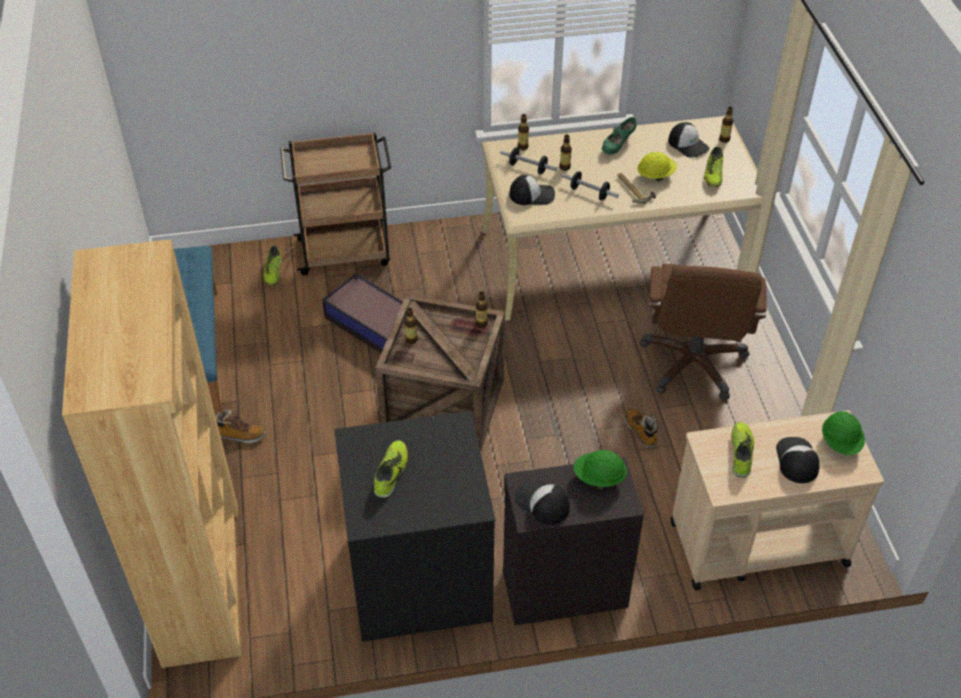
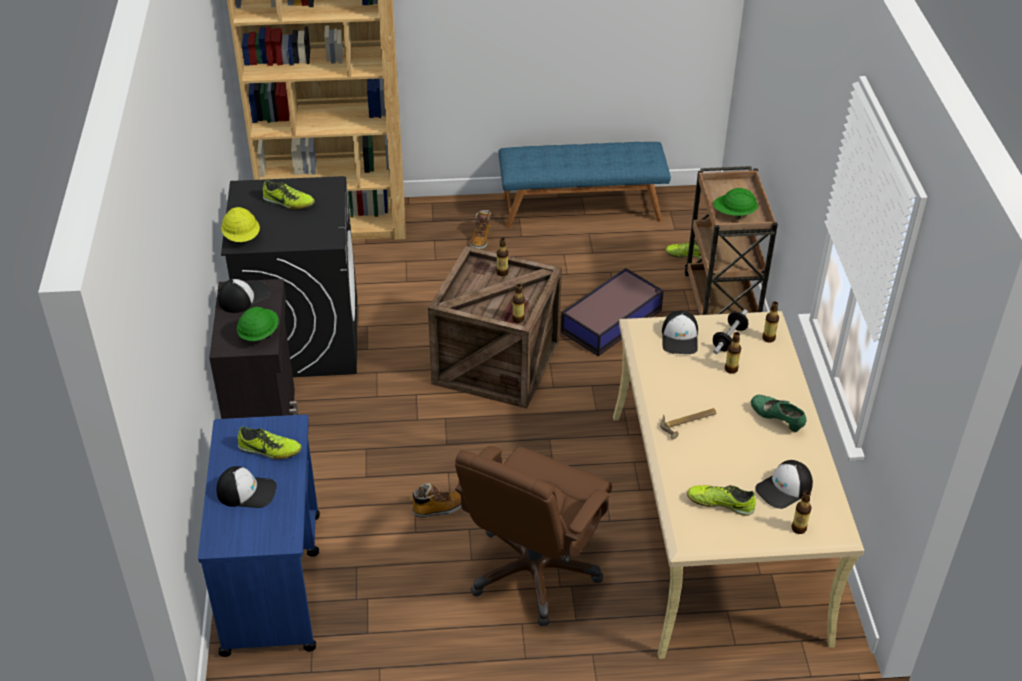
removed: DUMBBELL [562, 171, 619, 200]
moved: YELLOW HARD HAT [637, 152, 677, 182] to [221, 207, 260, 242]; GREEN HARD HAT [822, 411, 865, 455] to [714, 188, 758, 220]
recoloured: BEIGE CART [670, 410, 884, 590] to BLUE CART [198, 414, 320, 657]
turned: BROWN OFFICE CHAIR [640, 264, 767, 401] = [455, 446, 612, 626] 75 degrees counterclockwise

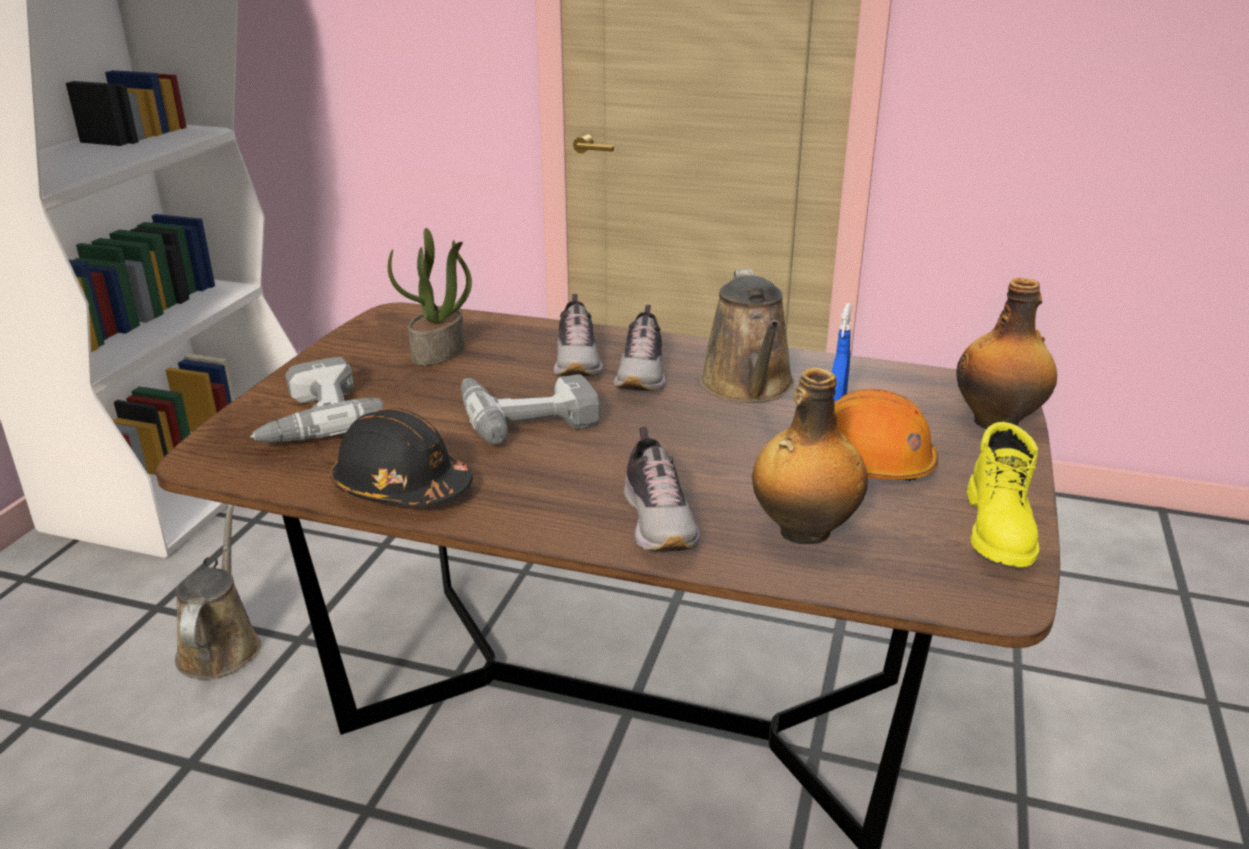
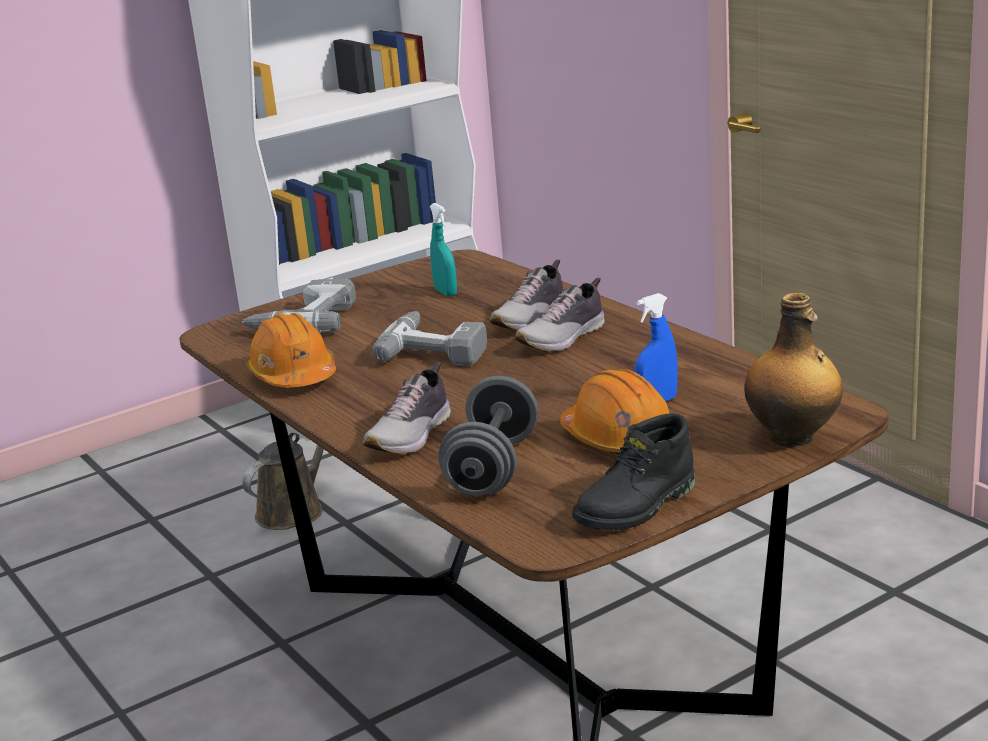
removed: BROWN WATERING CAN [700, 269, 794, 403]
replaced: POTTED PLANT [388, 228, 472, 366] to TURQUOISE SPRAY BOTTLE [430, 203, 457, 296]; BOTTLE [752, 368, 868, 544] to GREY DUMBBELL [438, 376, 539, 496]
recoloured: BLACK HARD HAT [331, 408, 473, 507] to ORANGE HARD HAT [246, 313, 336, 388]; YELLOW BOOT [967, 422, 1039, 567] to BLACK BOOT [572, 413, 695, 530]

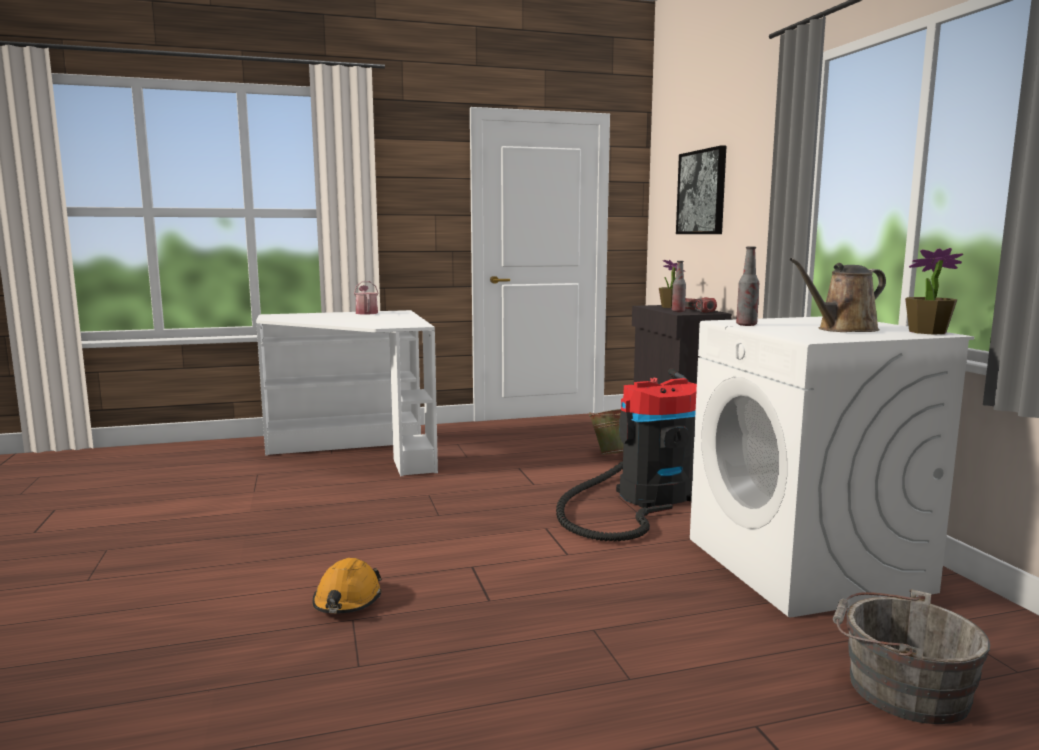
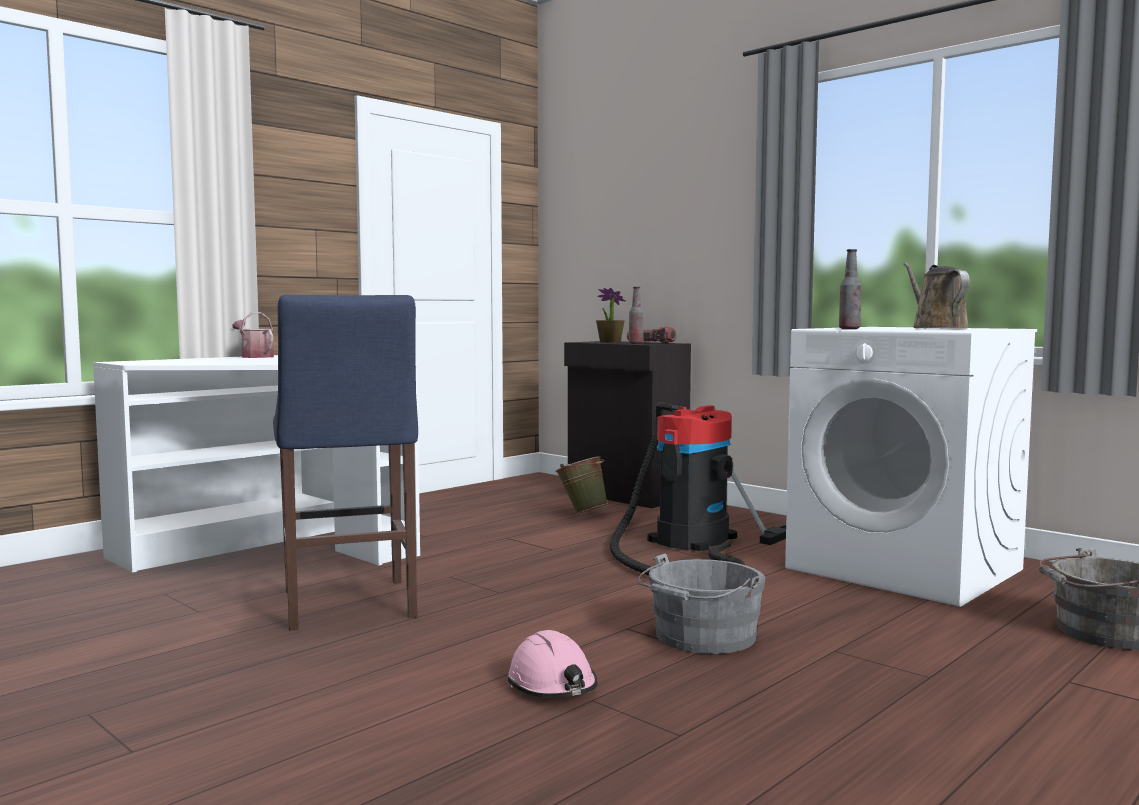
removed: PICTURE [676, 145, 726, 234]; POTTED PLANT [905, 248, 964, 334]
added: BLUE STOOL [273, 294, 418, 631]; GREY BUCKET [638, 553, 765, 654]
recoloured: ORANGE HARD HAT [312, 558, 382, 613] to PINK HARD HAT [508, 630, 598, 698]
turned: BROWN WATERING CAN [789, 258, 886, 332] = [904, 262, 970, 329] 135 degrees clockwise

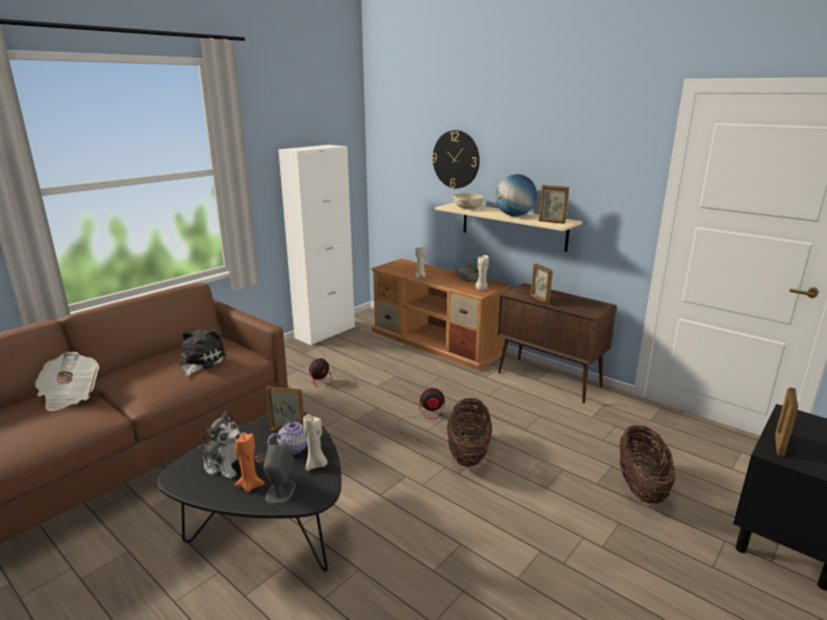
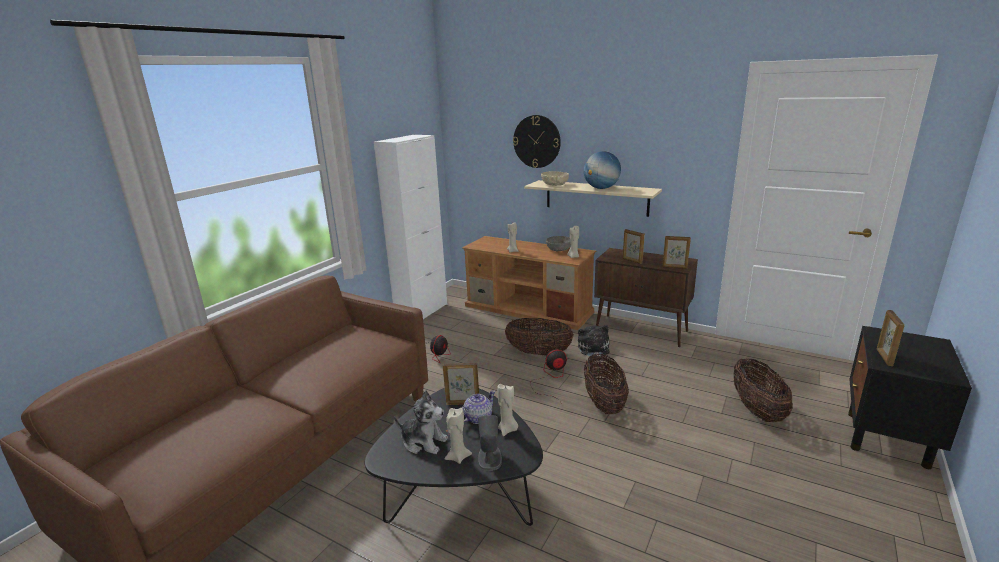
removed: NEWSPAPER [35, 352, 99, 411]
added: BASKET [505, 318, 574, 355]
moved: PLUSH TOY [179, 329, 226, 376] to [578, 325, 610, 361]; PICTURE FRAME [539, 185, 569, 224] to [663, 236, 691, 269]
recoloured: ORANGE CANDLE [235, 432, 265, 492] to BEIGE CANDLE [445, 408, 472, 464]

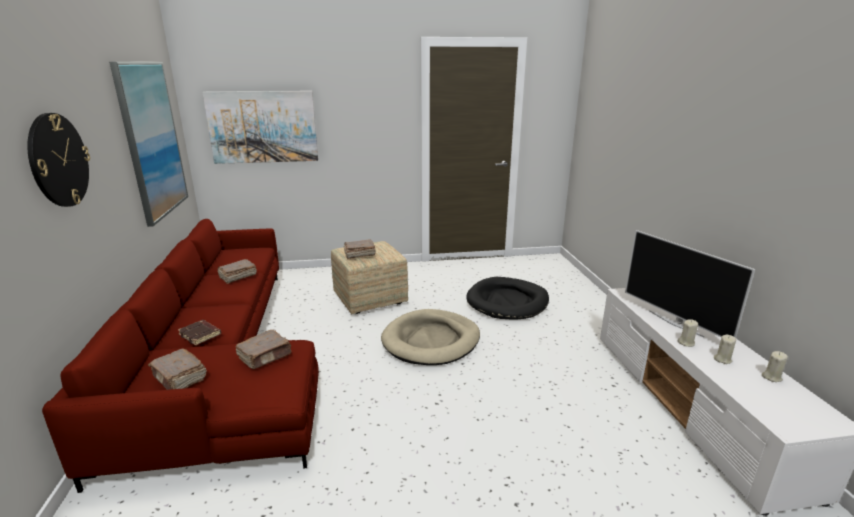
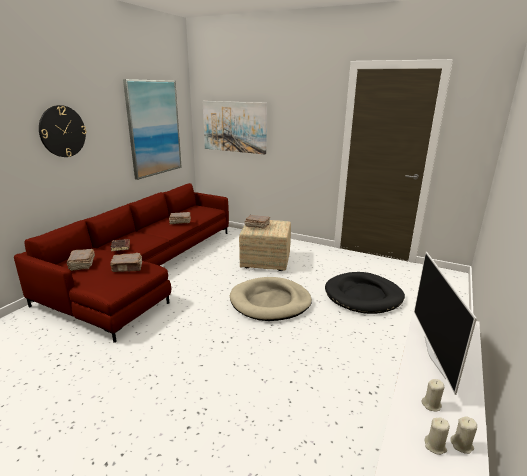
moved: BEIGE CANDLE [678, 320, 698, 347] to [424, 418, 450, 455]

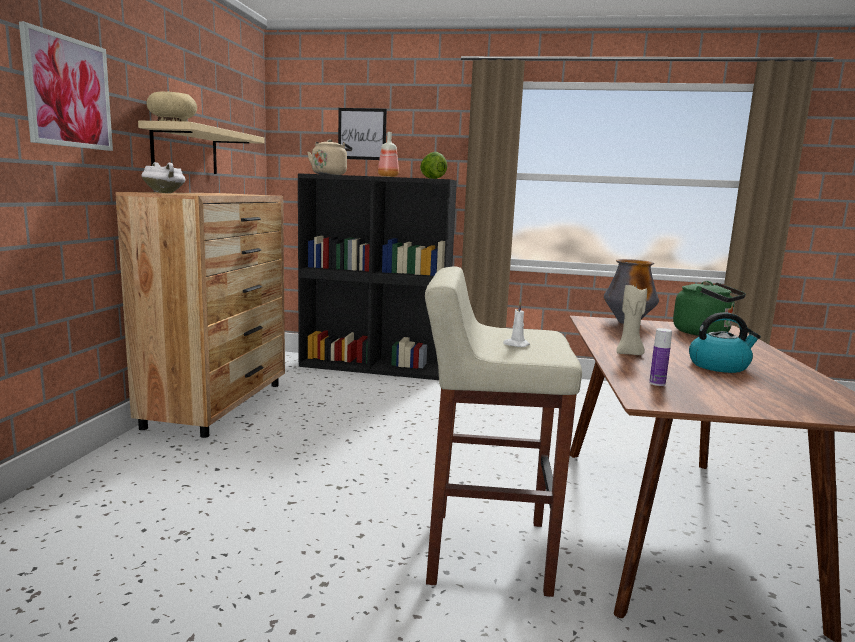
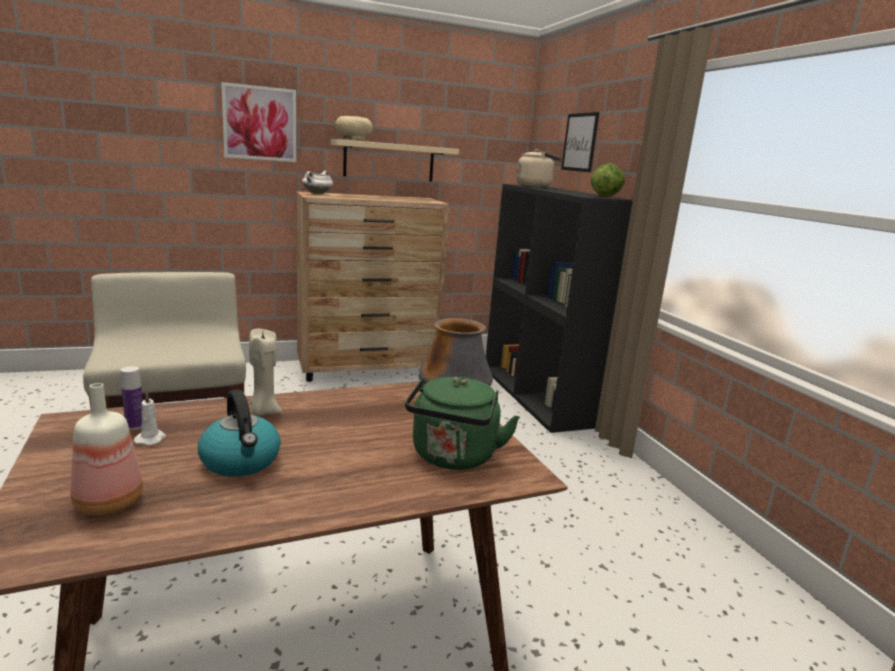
moved: BOTTLE [378, 132, 399, 177] to [70, 383, 143, 515]; WHITE CANDLE [503, 302, 530, 347] to [134, 391, 166, 446]

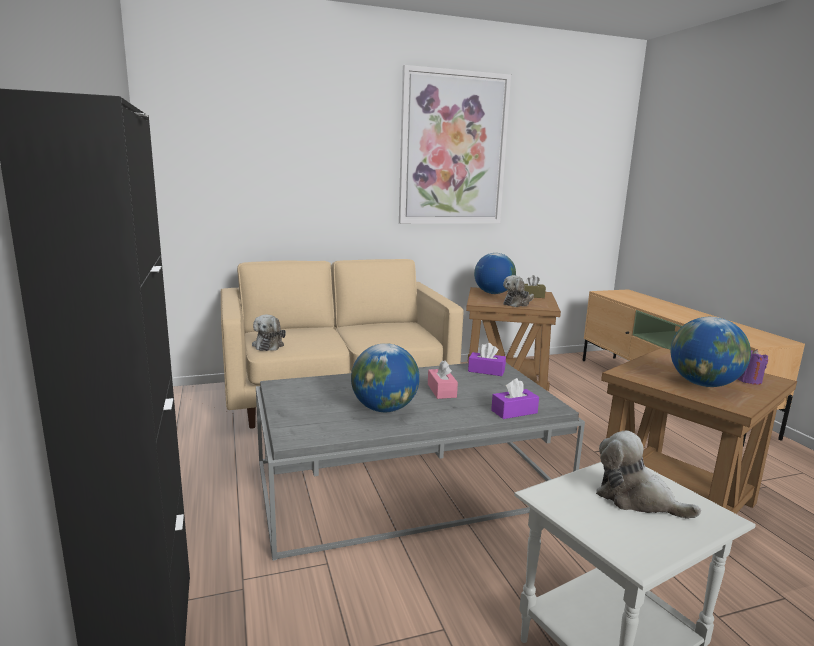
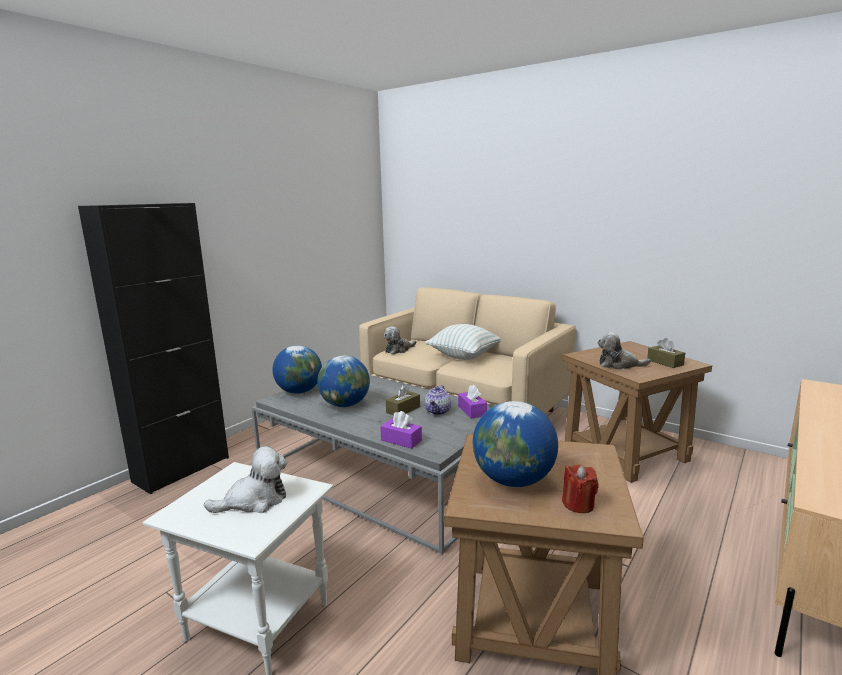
removed: PICTURE [399, 65, 511, 224]
added: TEAPOT [424, 385, 451, 415]; PILLOW [425, 324, 501, 360]
moved: GLOBE [474, 253, 516, 294] to [272, 345, 322, 394]
recoloured: PINK TISSUE BOX [428, 361, 458, 399] to BROWN TISSUE BOX [386, 384, 420, 415]; PURPLE CANDLE [738, 349, 768, 385] to RED CANDLE [562, 464, 599, 513]
turned: PLUSH TOY [596, 431, 701, 519] = [204, 446, 288, 513] 60 degrees clockwise

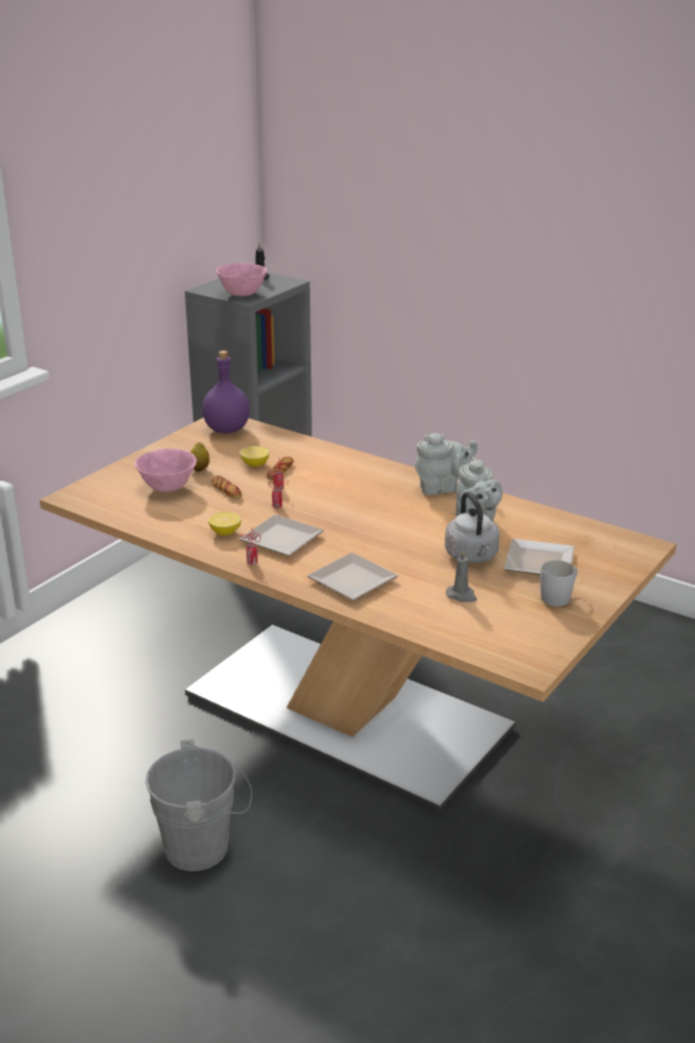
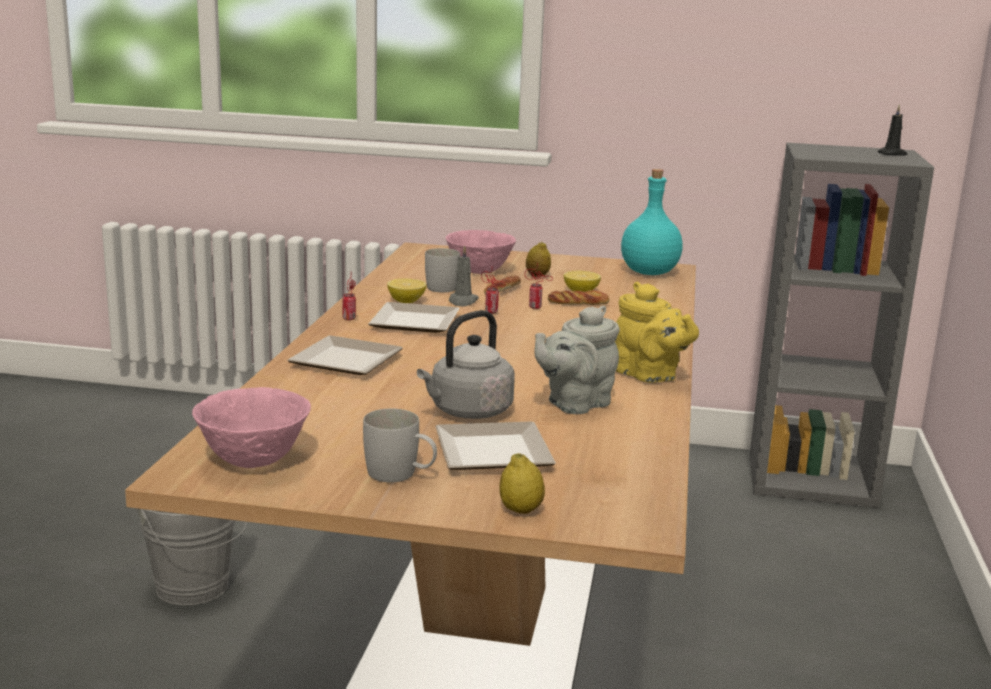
added: WHITE MUG [425, 248, 460, 292]; LEMON [499, 453, 545, 514]
moved: PINK BOWL [216, 263, 267, 296] to [192, 387, 311, 468]; GREY CANDLE [446, 549, 477, 602] to [449, 245, 479, 307]
recoloured: PURPLE BOTTLE [202, 351, 250, 433] to TURQUOISE BOTTLE [621, 169, 683, 275]; GREY TEAPOT [415, 433, 478, 495] to YELLOW TEAPOT [615, 281, 699, 383]

